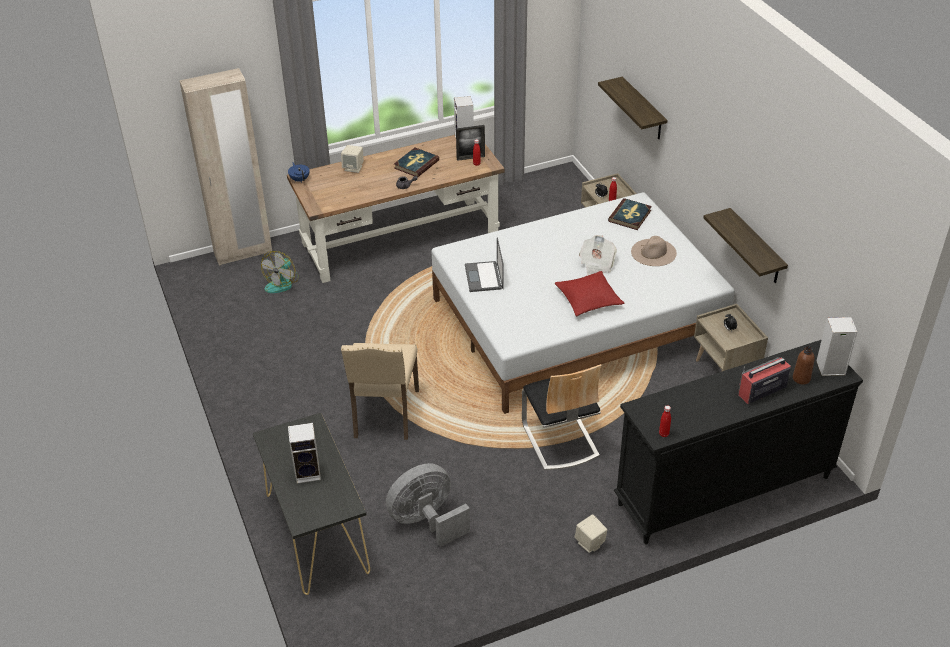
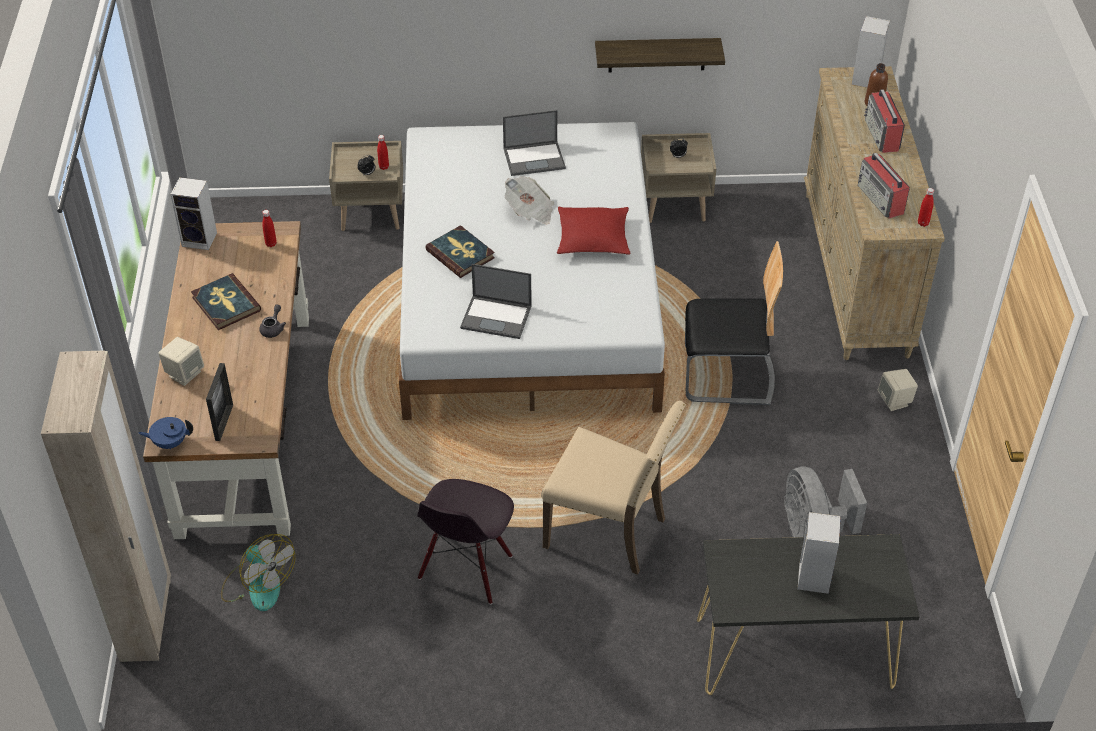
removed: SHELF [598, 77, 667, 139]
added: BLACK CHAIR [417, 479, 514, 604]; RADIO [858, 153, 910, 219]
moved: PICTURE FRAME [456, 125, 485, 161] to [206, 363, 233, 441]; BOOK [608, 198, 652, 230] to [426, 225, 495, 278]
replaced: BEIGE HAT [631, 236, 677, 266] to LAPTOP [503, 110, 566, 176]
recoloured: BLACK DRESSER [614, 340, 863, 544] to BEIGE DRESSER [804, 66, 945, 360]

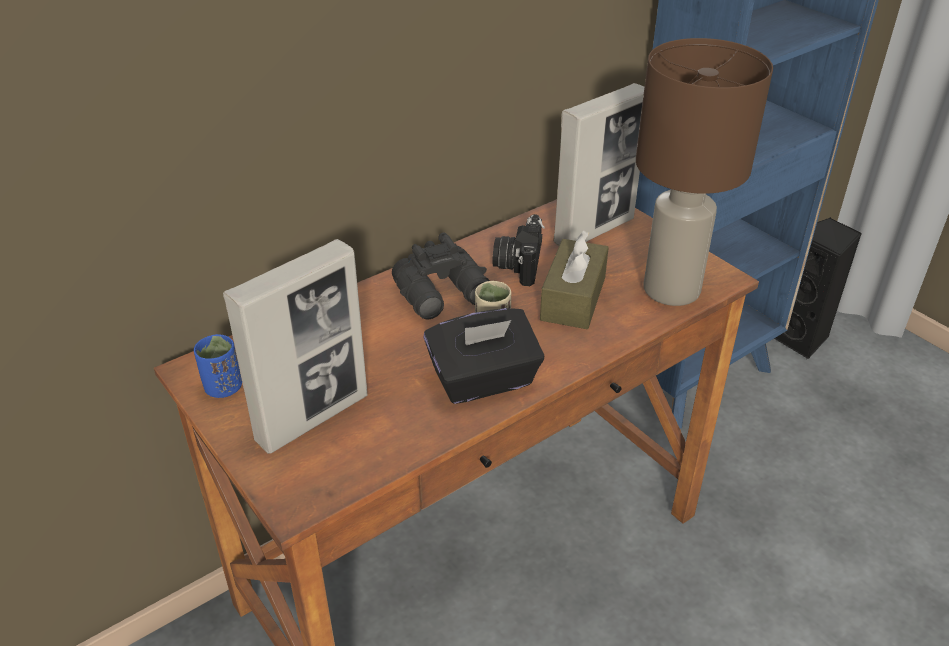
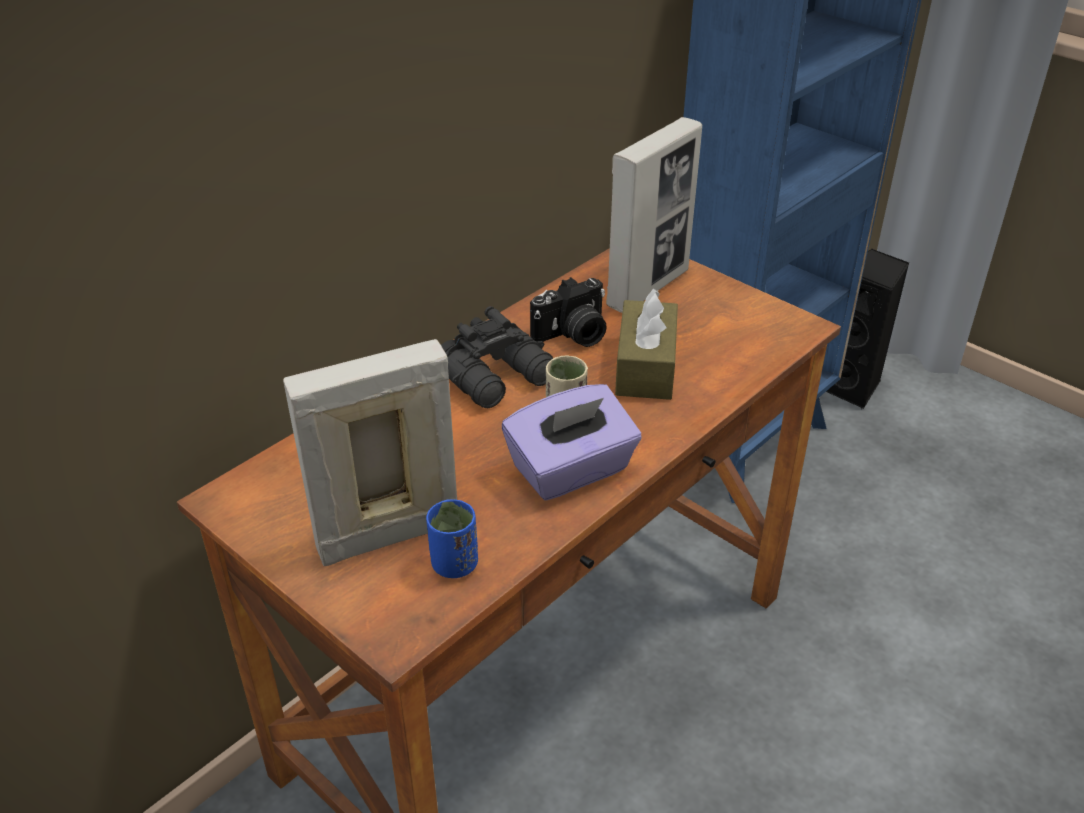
removed: BROWN TABLE LAMP [636, 38, 773, 306]
moved: BLUE CUP [194, 334, 242, 398] to [426, 499, 478, 578]
recoloured: BLACK TISSUE BOX [423, 308, 544, 404] to PURPLE TISSUE BOX [502, 384, 642, 500]
turned: PICTURE FRAME [223, 239, 367, 454] = [283, 339, 457, 566] 150 degrees counterclockwise; PHOTO CAMERA [492, 214, 545, 286] = [530, 277, 607, 347] 120 degrees counterclockwise

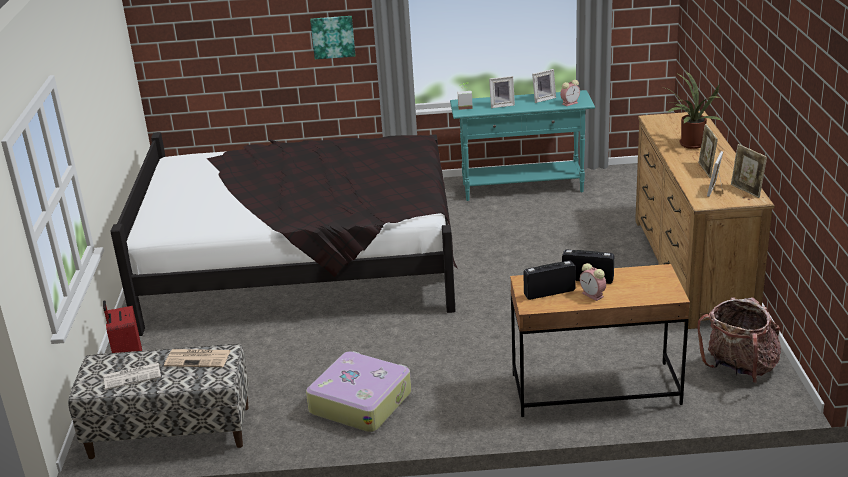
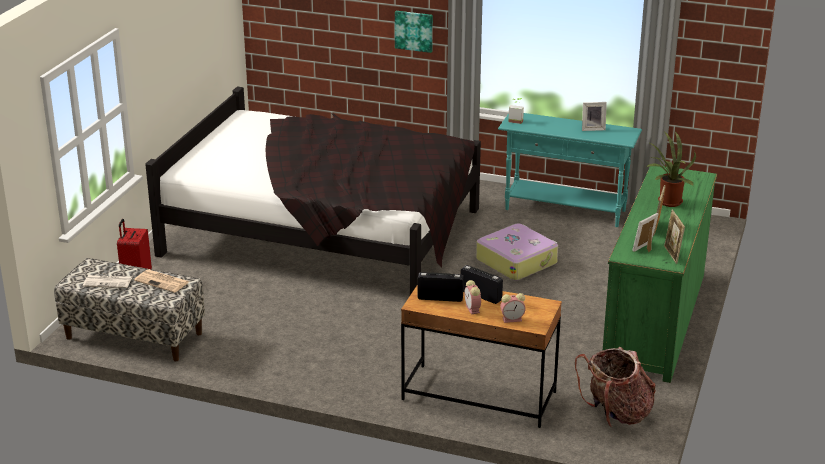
removed: PICTURE FRAME [489, 76, 515, 108]
moved: SUITCASE [306, 351, 411, 432] to [476, 223, 558, 281]; ALARM CLOCK [560, 80, 580, 106] to [500, 293, 526, 323]
recoloured: BROWN DRESSER [635, 111, 775, 329] to GREEN DRESSER [602, 166, 717, 383]

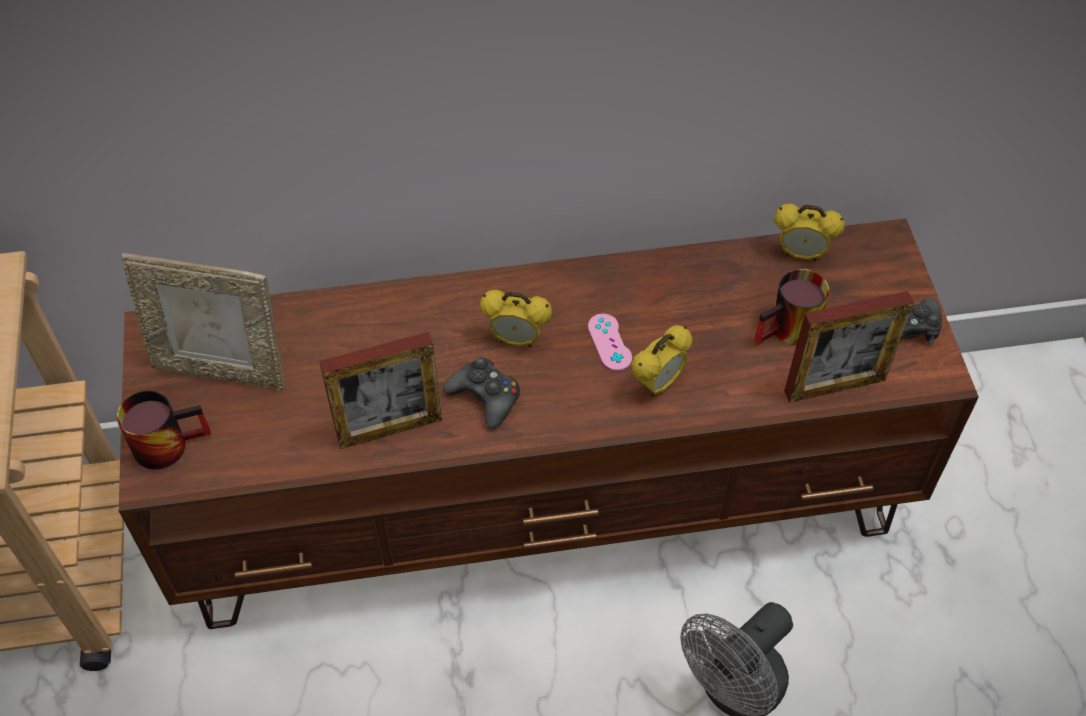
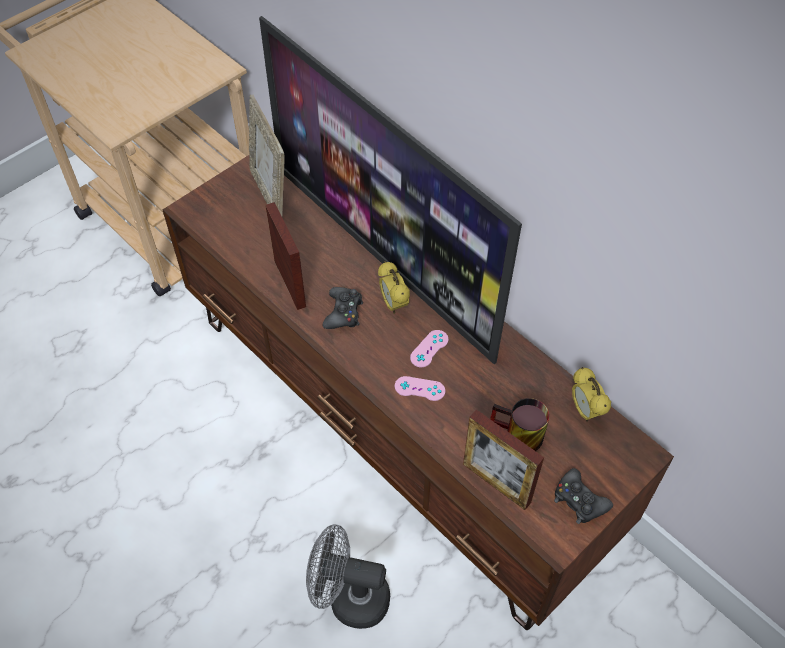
removed: MUG [117, 390, 211, 470]
added: TELEVISION [259, 16, 522, 364]
replaced: ALARM CLOCK [631, 325, 693, 397] to PINK GAME CONTROLLER [395, 376, 445, 401]
turned: PICTURE FRAME [319, 332, 442, 449] = [265, 202, 306, 310] 150 degrees counterclockwise

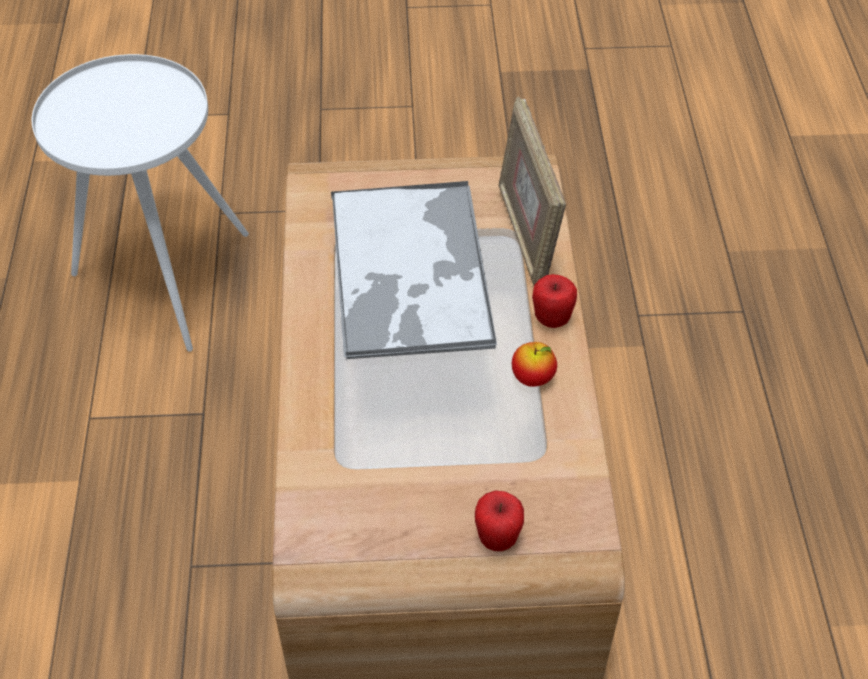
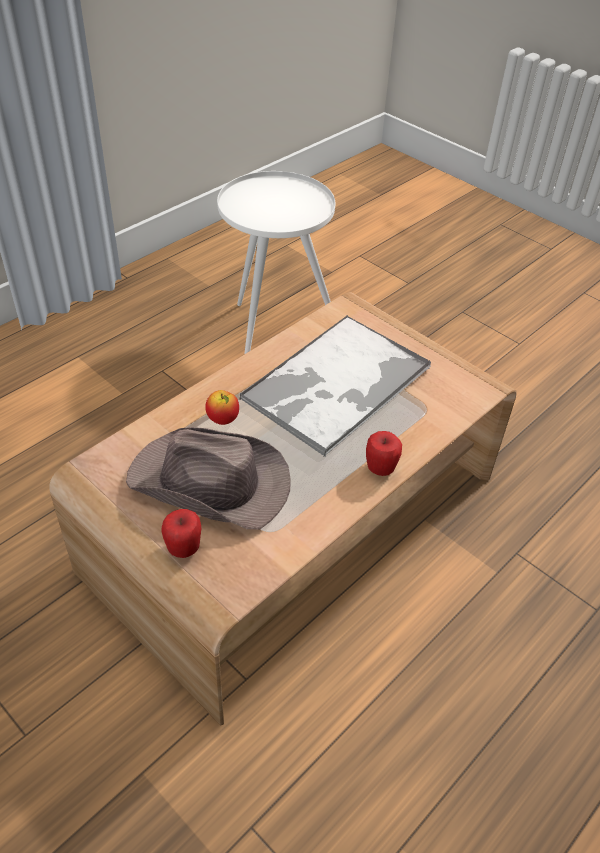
removed: PICTURE FRAME [499, 97, 566, 286]
added: BROWN HAT [126, 427, 290, 530]
moved: APPLE [512, 342, 557, 387] to [205, 390, 239, 425]

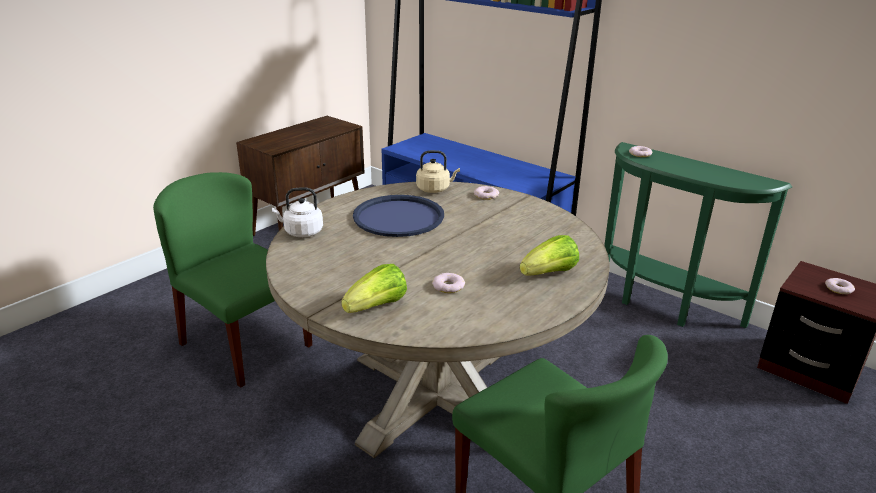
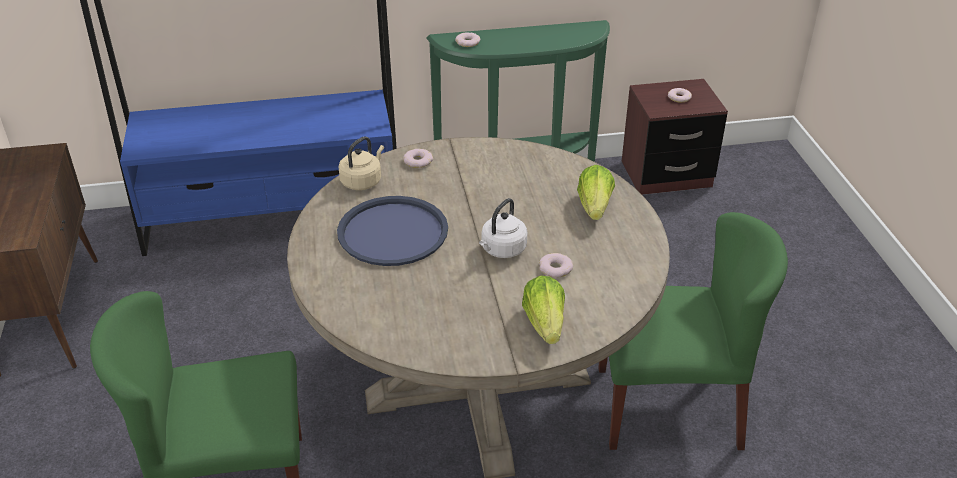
moved: WHITE KETTLE [272, 187, 323, 237] to [479, 198, 527, 258]

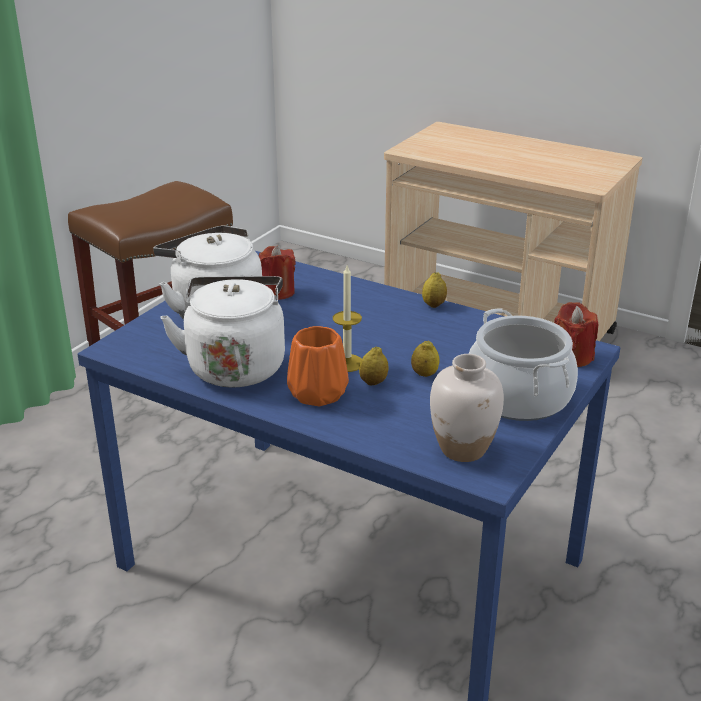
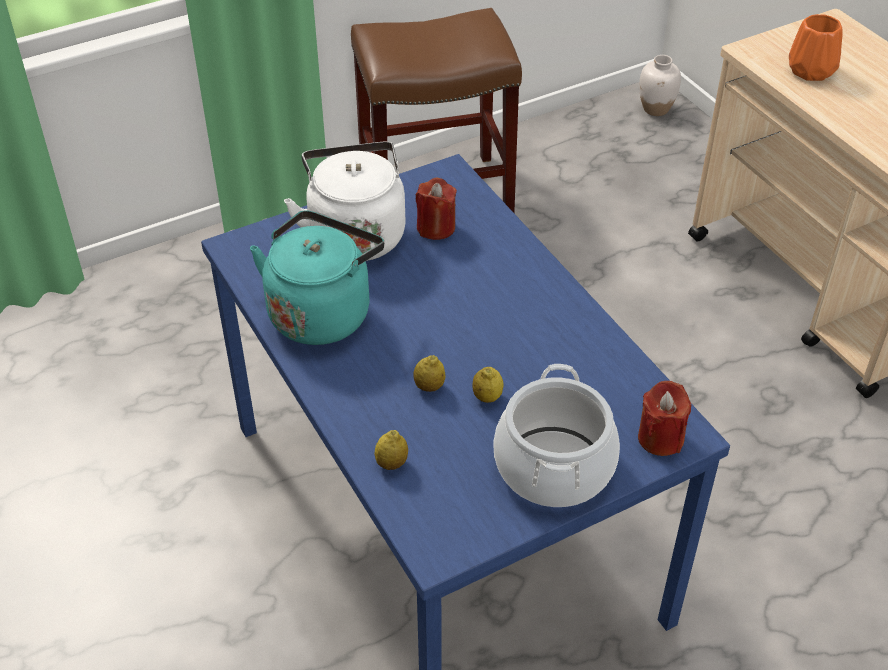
removed: CANDLE [333, 265, 362, 372]
moved: ORANGE VASE [287, 326, 349, 406] to [789, 14, 843, 81]; LEMON [422, 272, 447, 308] to [375, 430, 408, 470]; WHITE VASE [430, 354, 504, 462] to [639, 55, 681, 116]
recoloured: WHITE KETTLE [161, 276, 285, 387] to TURQUOISE KETTLE [250, 211, 384, 345]

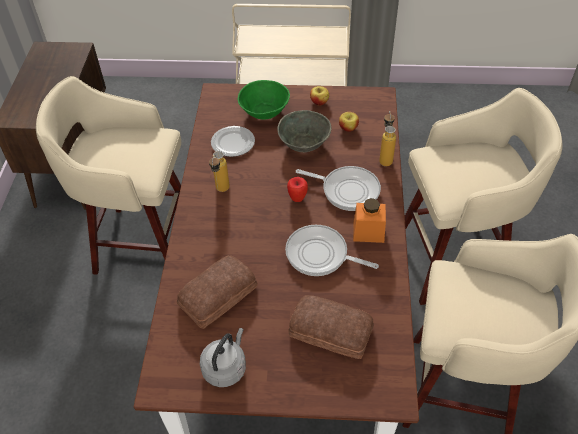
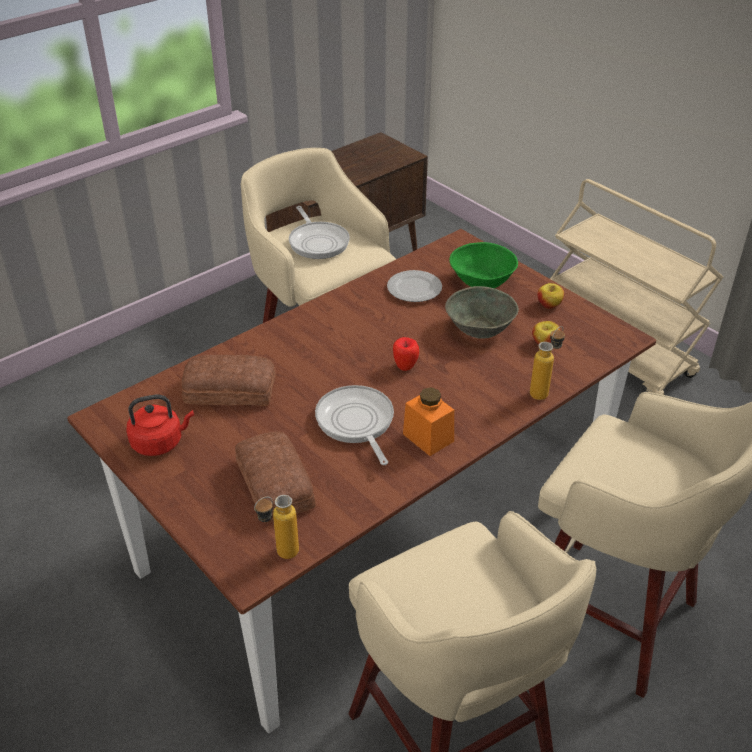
moved: BOTTLE [209, 151, 230, 192] to [254, 495, 299, 559]; FRYING PAN [296, 166, 381, 211] to [289, 206, 350, 259]
recoloured: GREY KETTLE [200, 328, 246, 387] to RED KETTLE [126, 394, 194, 456]

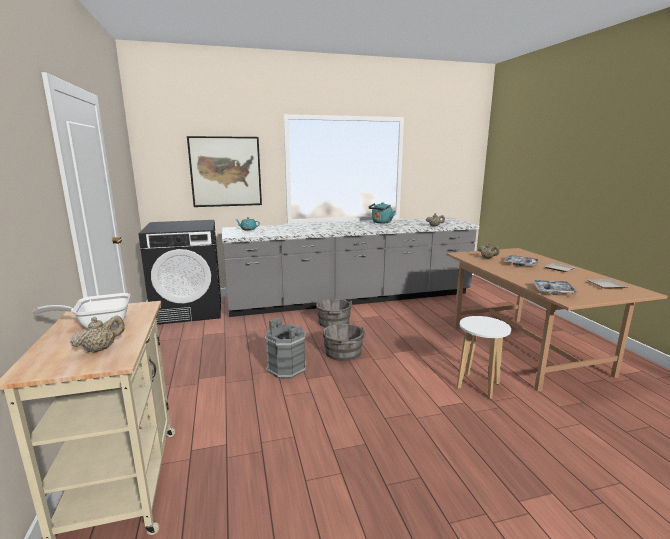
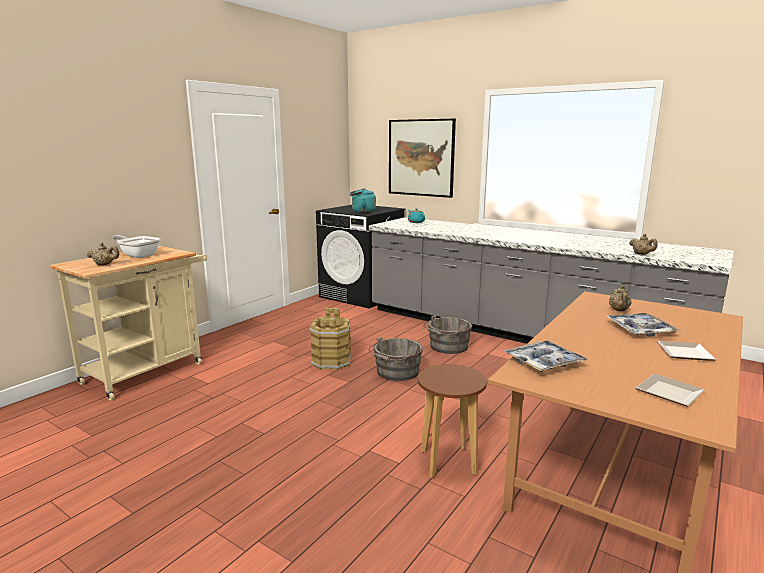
moved: TURQUOISE KETTLE [369, 203, 395, 224] to [350, 188, 376, 213]
recoloured: GREY BUCKET [265, 317, 306, 379] to BROWN BUCKET [309, 308, 351, 370]; WHITE STOOL [457, 316, 511, 399] to BROWN STOOL [418, 364, 487, 478]

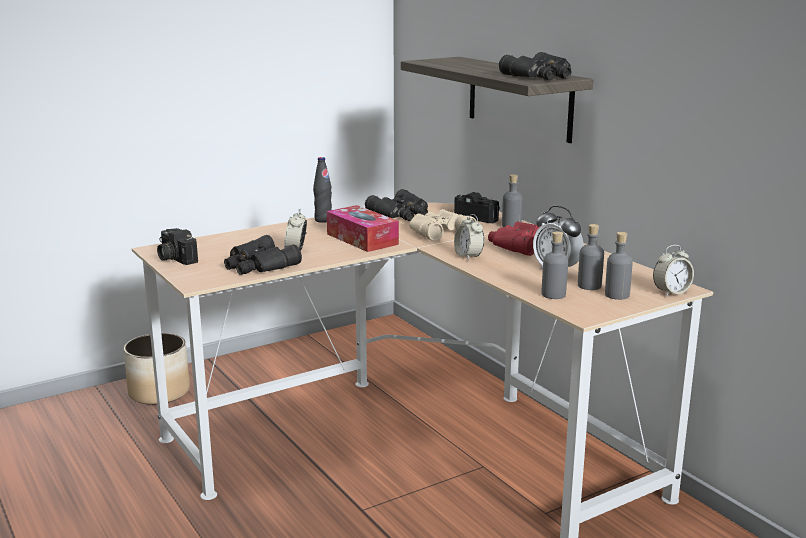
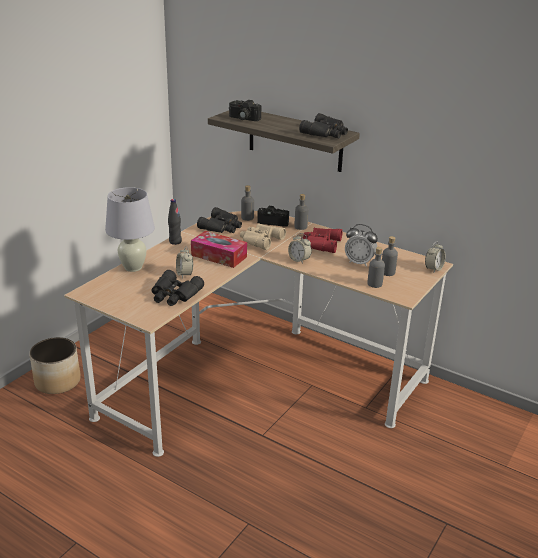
added: WHITE TABLE LAMP [105, 187, 155, 272]
moved: PHOTO CAMERA [157, 228, 198, 265] to [229, 100, 261, 121]; GREY BOTTLE [605, 232, 633, 300] to [241, 185, 254, 221]

